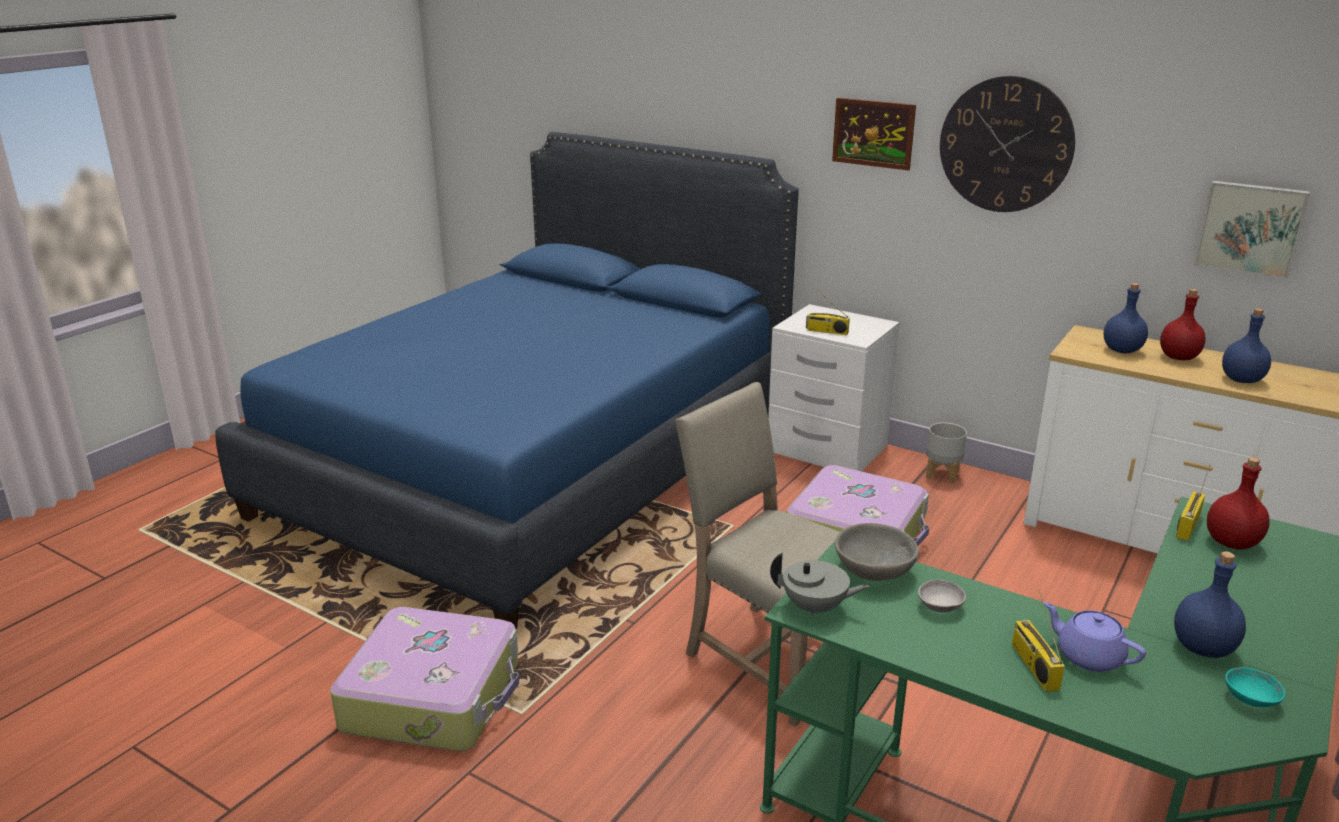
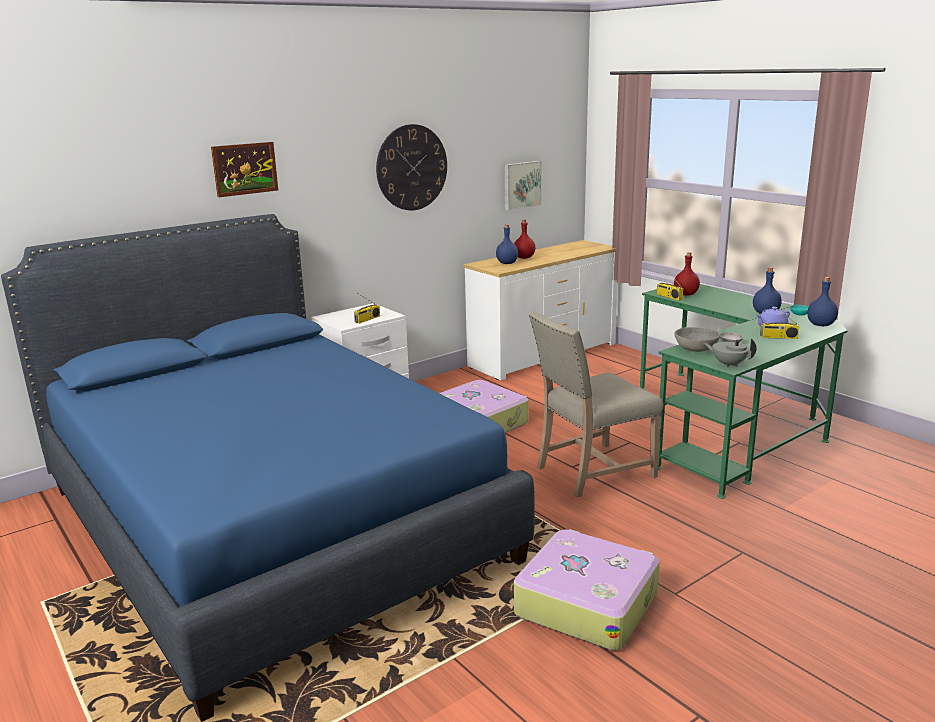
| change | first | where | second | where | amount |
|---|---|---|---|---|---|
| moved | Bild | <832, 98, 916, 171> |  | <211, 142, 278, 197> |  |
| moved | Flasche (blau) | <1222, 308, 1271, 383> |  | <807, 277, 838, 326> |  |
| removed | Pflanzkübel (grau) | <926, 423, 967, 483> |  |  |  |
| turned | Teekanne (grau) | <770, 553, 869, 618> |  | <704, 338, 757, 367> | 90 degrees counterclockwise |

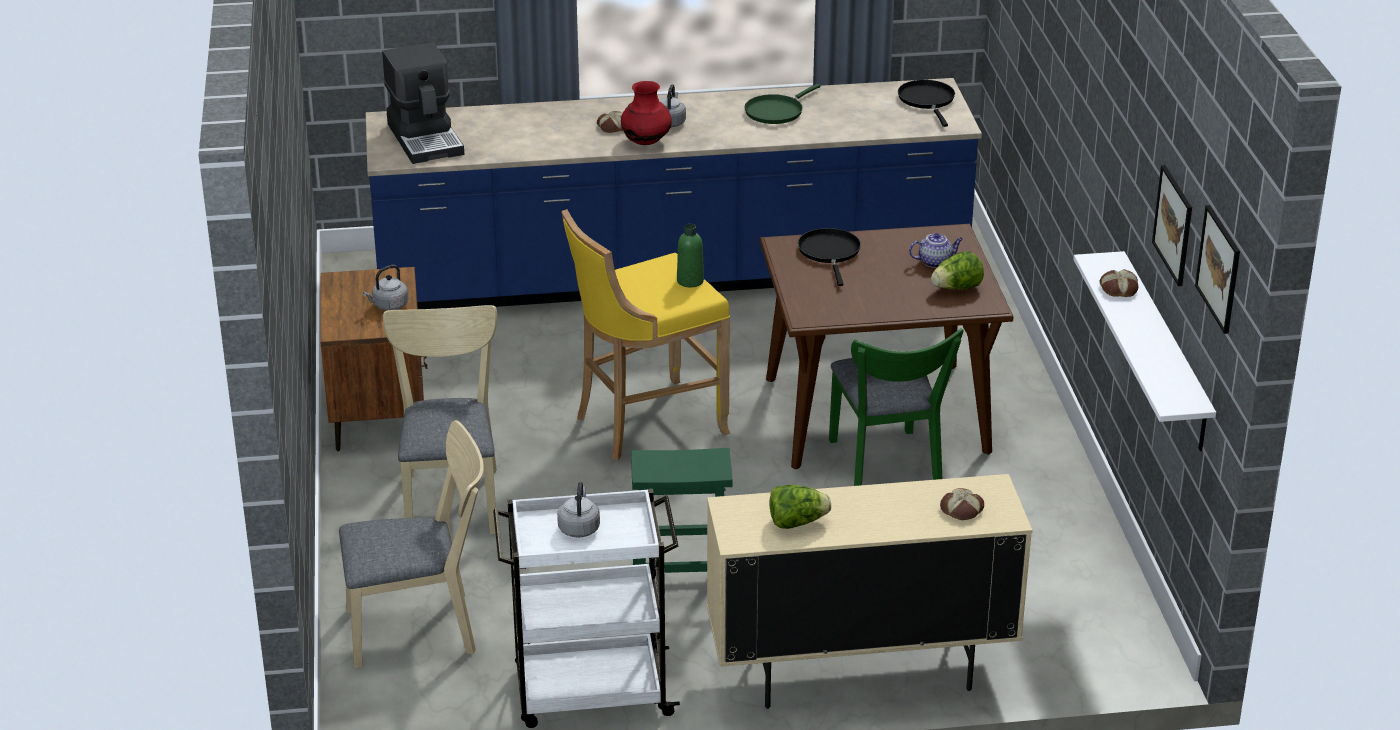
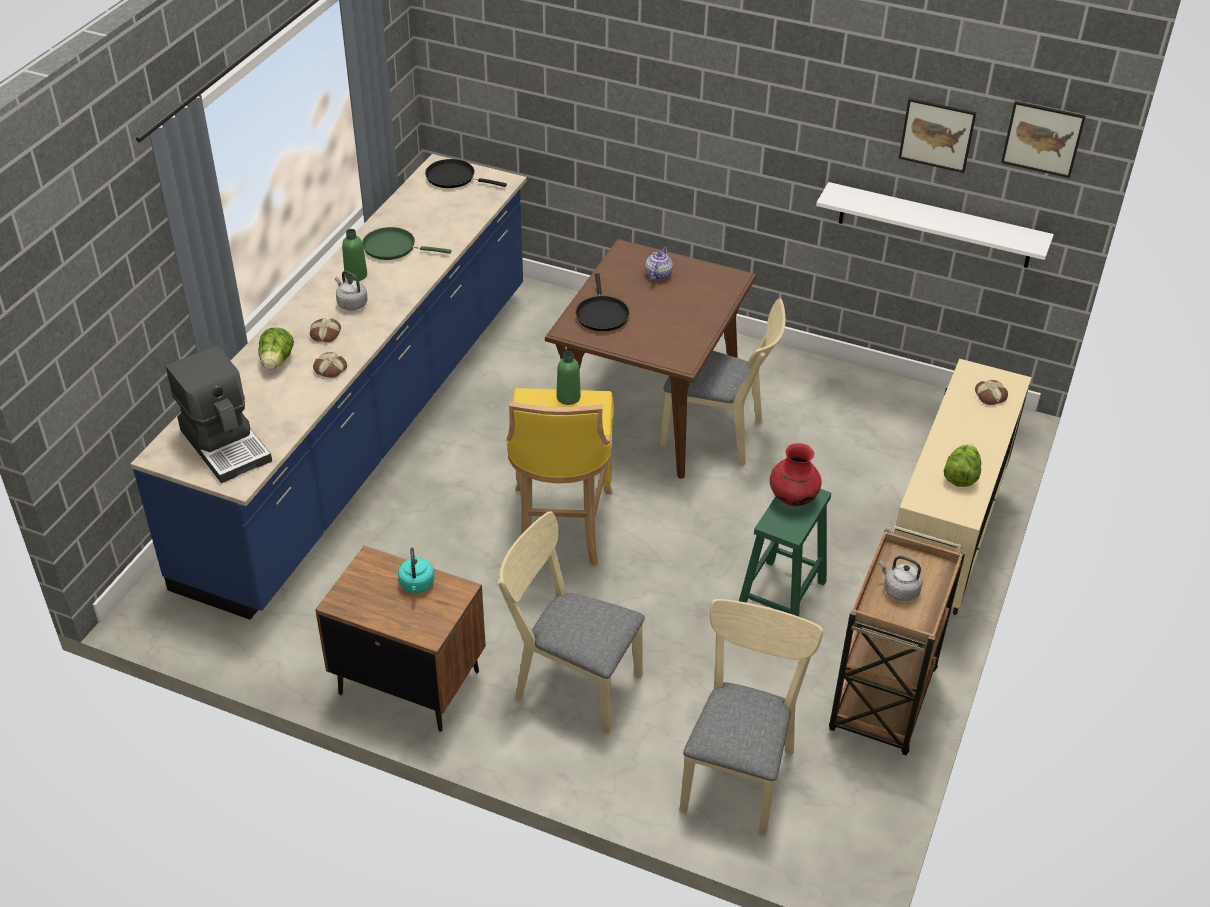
| change | first | where | second | where | amount |
|---|---|---|---|---|---|
| turned | Kaffeemaschine | <382, 42, 464, 164> |  | <166, 346, 272, 483> | 45 degrees clockwise |
| moved | Vase (rot) | <621, 81, 672, 145> |  | <770, 443, 822, 506> |  |
| turned | Pfanne (grün) | <745, 84, 821, 124> |  | <362, 227, 452, 260> | 120 degrees clockwise |
| turned | Pfanne (schwarz) | <798, 228, 861, 286> |  | <576, 273, 630, 331> | 120 degrees counterclockwise |
| moved | Salatkopf | <931, 252, 984, 289> |  | <258, 327, 294, 370> |  |
| recoloured | Wasserkessel (grau) | <363, 265, 409, 311> | Wasserkessel (türkis) | <398, 547, 434, 593> |  |
| moved | Brot | <1099, 269, 1138, 297> |  | <313, 352, 347, 378> |  |
| recoloured | Stuhl (grün) | <829, 328, 964, 486> | Stuhl (beige) | <660, 299, 786, 466> |  |
| recoloured | Rollwagen (weiß) | <493, 489, 680, 728> | Rollwagen (braun) | <829, 525, 966, 756> |  |
| added |  |  | Flasche (grün) | <342, 229, 367, 281> |  |

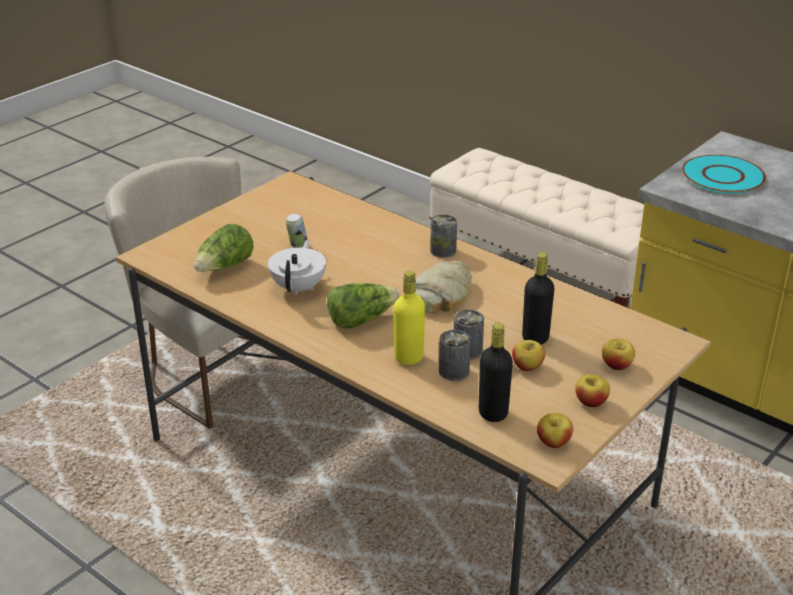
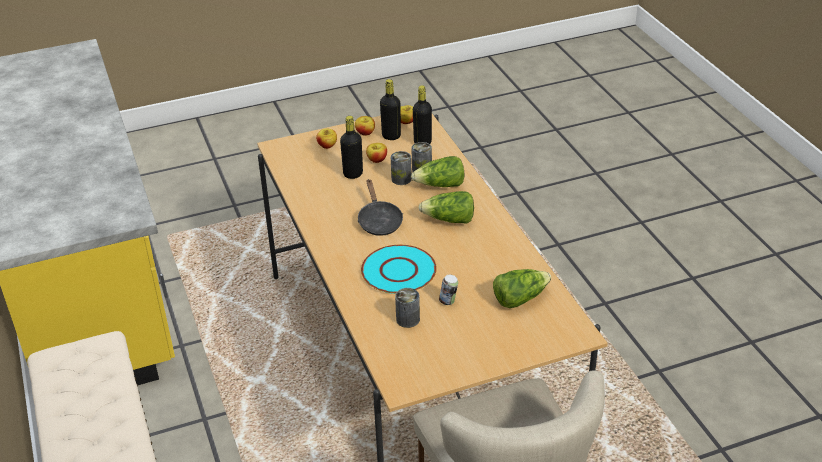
| change | first | where | second | where | amount |
|---|---|---|---|---|---|
| moved | Teller (türkis) | <682, 155, 766, 194> |  | <361, 245, 437, 294> |  |
| moved | Dose | <430, 214, 457, 258> |  | <395, 288, 420, 328> |  |
| removed | Teekanne (weiß) | <268, 240, 326, 296> |  |  |  |
| replaced | Brot | <416, 260, 472, 314> | Pfanne (schwarz) | <358, 179, 403, 236> |  |
| replaced | Flasche (gelb) | <393, 271, 425, 365> | Salatkopf | <411, 156, 464, 187> |  |
| added |  |  | Flasche (schwarz) | <380, 79, 401, 140> |  |

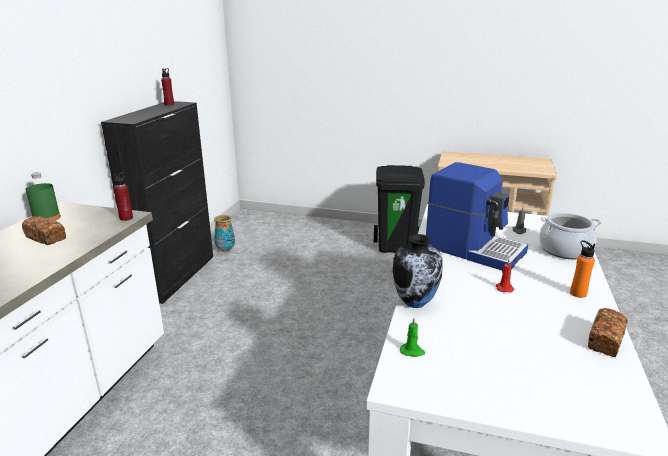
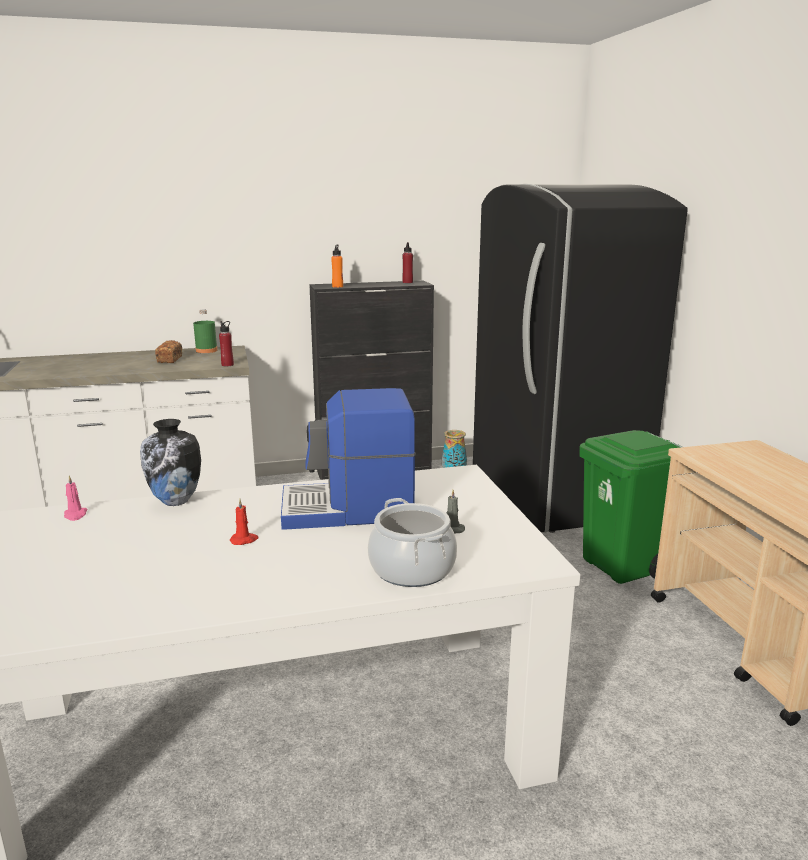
| change | first | where | second | where | amount |
|---|---|---|---|---|---|
| turned | Kaffeemaschine | <426, 162, 528, 271> |  | <281, 388, 416, 530> | 75 degrees clockwise |
| recoloured | Mülleimer (schwarz) | <374, 165, 425, 253> | Mülleimer (grün) | <579, 430, 683, 584> |  |
| moved | Flasche (orange) | <570, 240, 595, 298> |  | <331, 245, 343, 288> |  |
| removed | Brot | <588, 308, 628, 358> |  |  |  |
| recoloured | Kerze (grün) | <400, 318, 425, 357> | Kerze (rosa) | <64, 476, 87, 521> |  |
| added |  |  | Kühlschrank (schwarz) | <473, 184, 688, 533> |  |

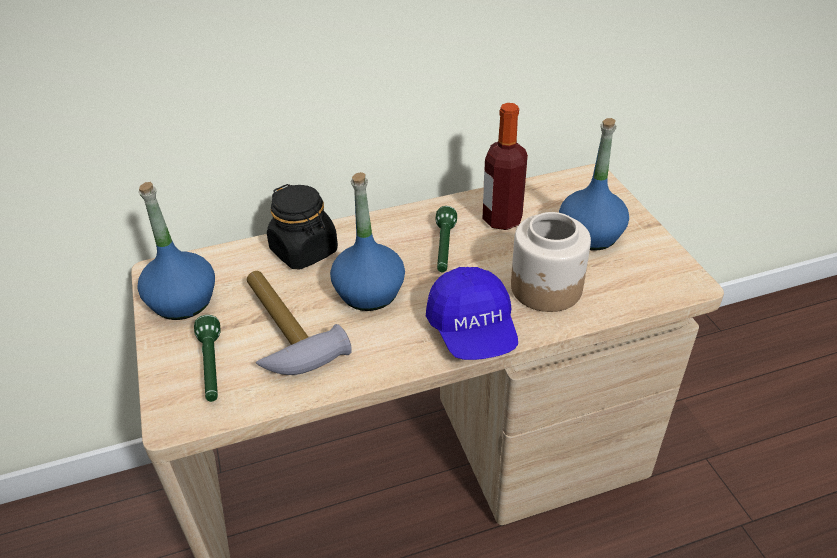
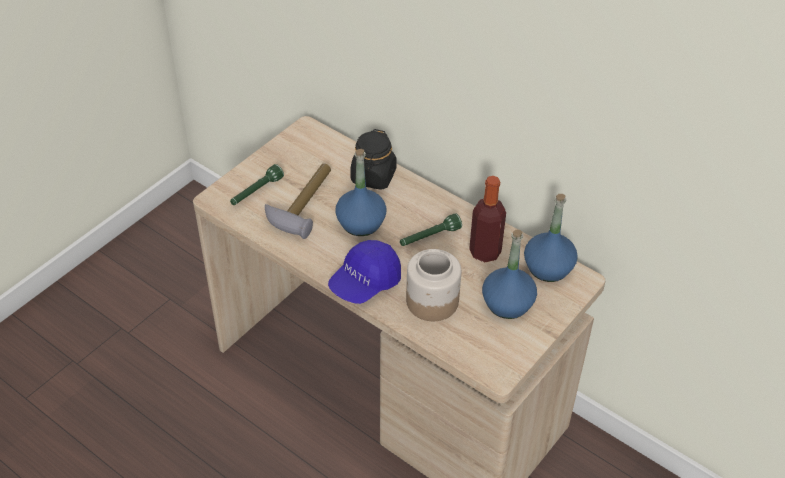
| change | first | where | second | where | amount |
|---|---|---|---|---|---|
| moved | Flasche (blau) | <137, 182, 215, 320> |  | <524, 194, 578, 282> |  |

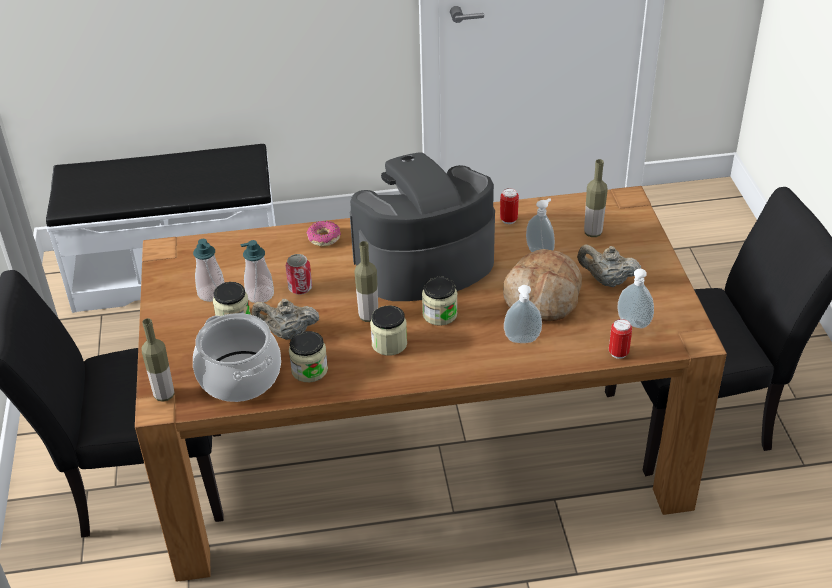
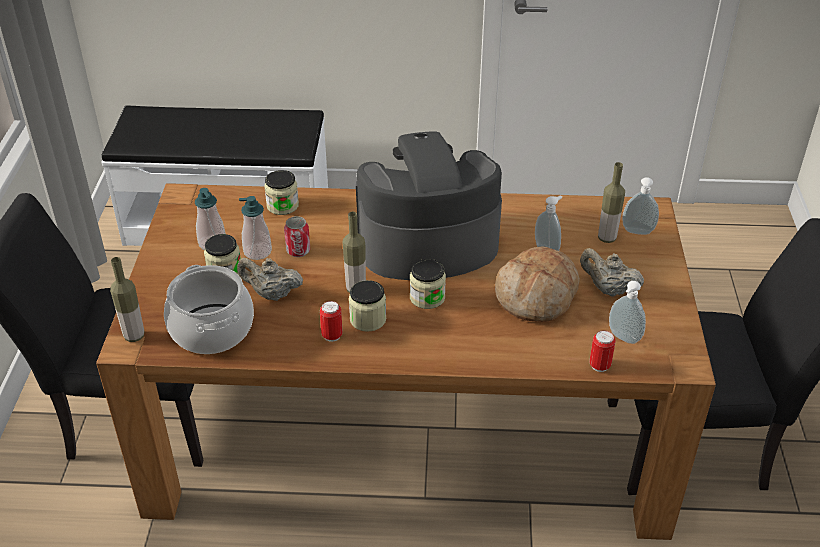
| change | first | where | second | where | amount |
|---|---|---|---|---|---|
| moved | Dose | <500, 188, 519, 224> |  | <320, 301, 343, 342> |  |
| removed | Donut | <306, 221, 341, 247> |  |  |  |
| moved | Seifenspender | <504, 285, 542, 343> |  | <622, 177, 659, 235> |  |
| moved | Vorratsglas | <289, 331, 328, 382> |  | <264, 170, 299, 215> |  |

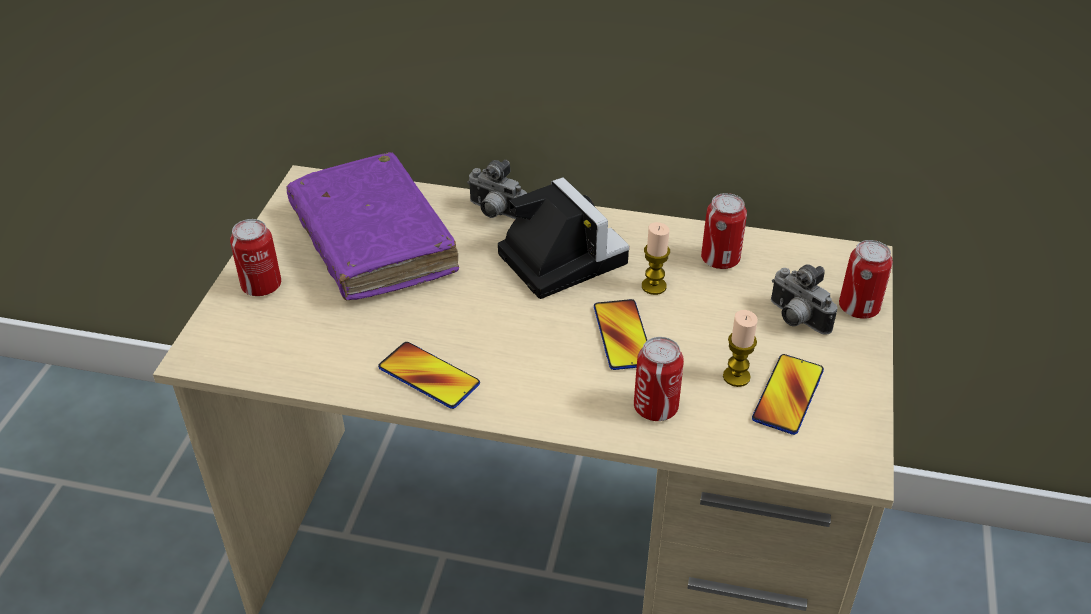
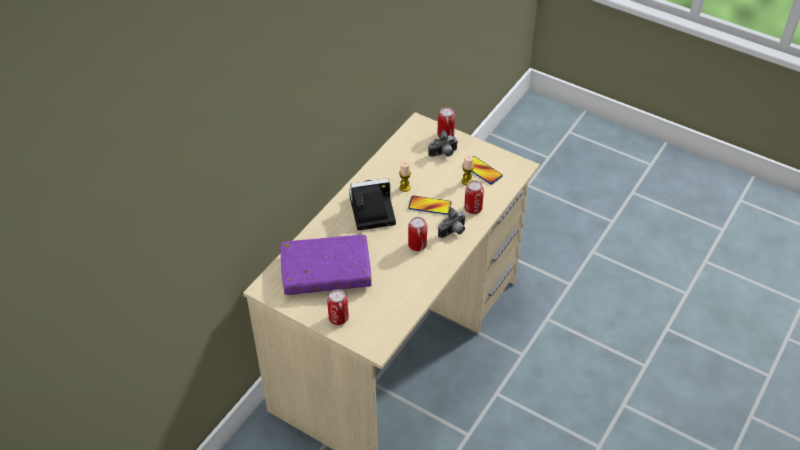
| change | first | where | second | where | amount |
|---|---|---|---|---|---|
| moved | Kamera | <467, 160, 527, 219> |  | <438, 207, 466, 238> |  |
| moved | Dose | <701, 193, 747, 269> |  | <408, 217, 427, 251> |  |
| removed | Handy | <378, 342, 480, 409> |  |  |  |

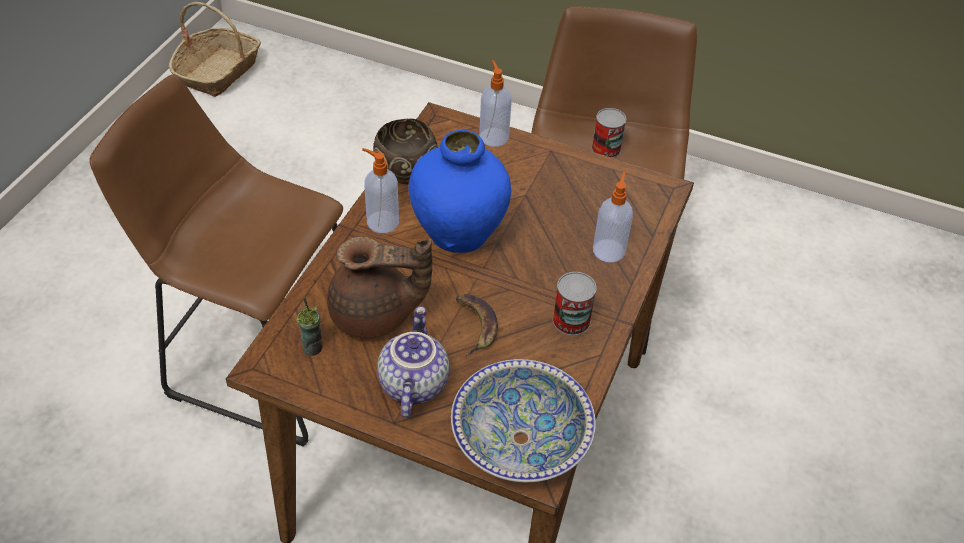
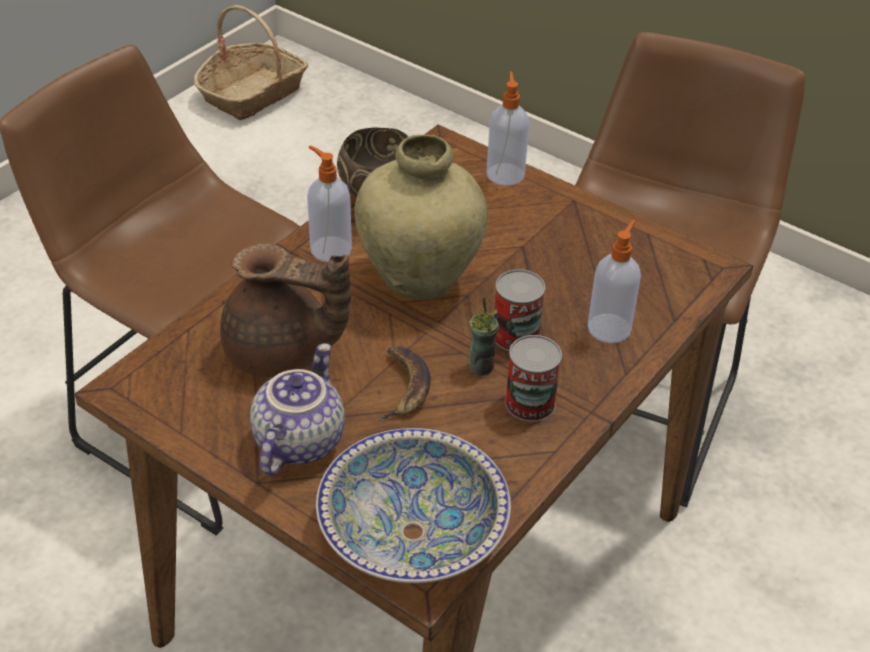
| change | first | where | second | where | amount |
|---|---|---|---|---|---|
| moved | Dose | <592, 108, 626, 158> |  | <494, 269, 545, 351> |  |
| recoloured | Vase (blau) | <408, 130, 511, 253> | Vase (beige) | <355, 134, 488, 300> |  |
| moved | Tasse | <296, 298, 323, 356> |  | <469, 297, 499, 376> |  |

